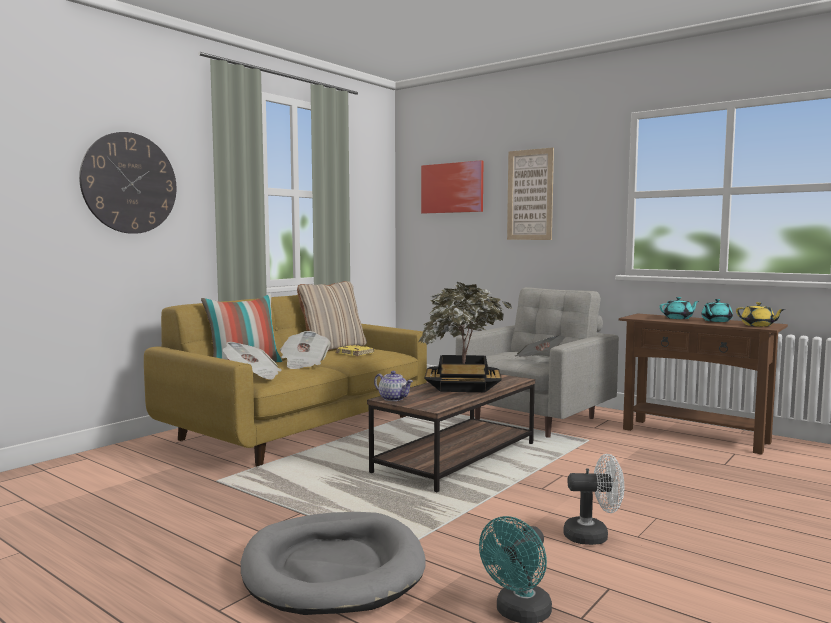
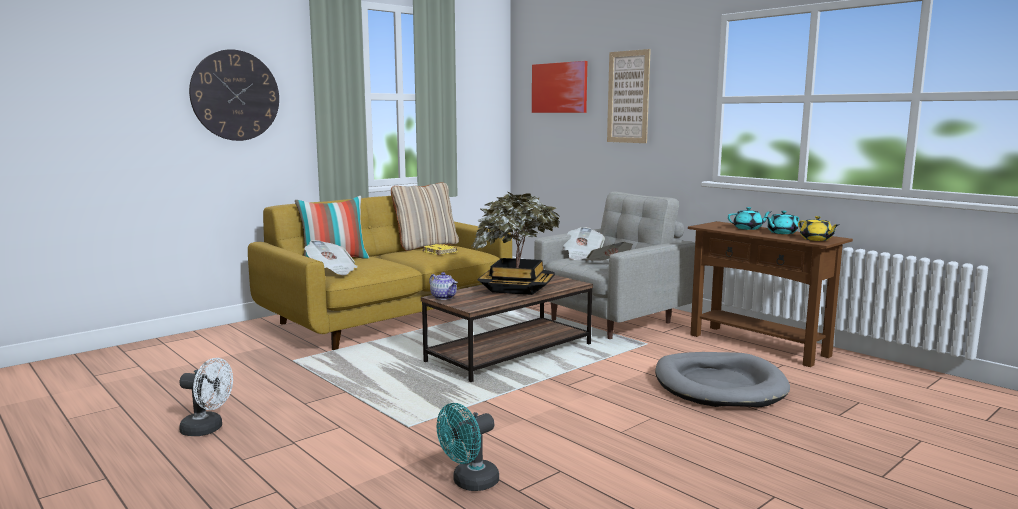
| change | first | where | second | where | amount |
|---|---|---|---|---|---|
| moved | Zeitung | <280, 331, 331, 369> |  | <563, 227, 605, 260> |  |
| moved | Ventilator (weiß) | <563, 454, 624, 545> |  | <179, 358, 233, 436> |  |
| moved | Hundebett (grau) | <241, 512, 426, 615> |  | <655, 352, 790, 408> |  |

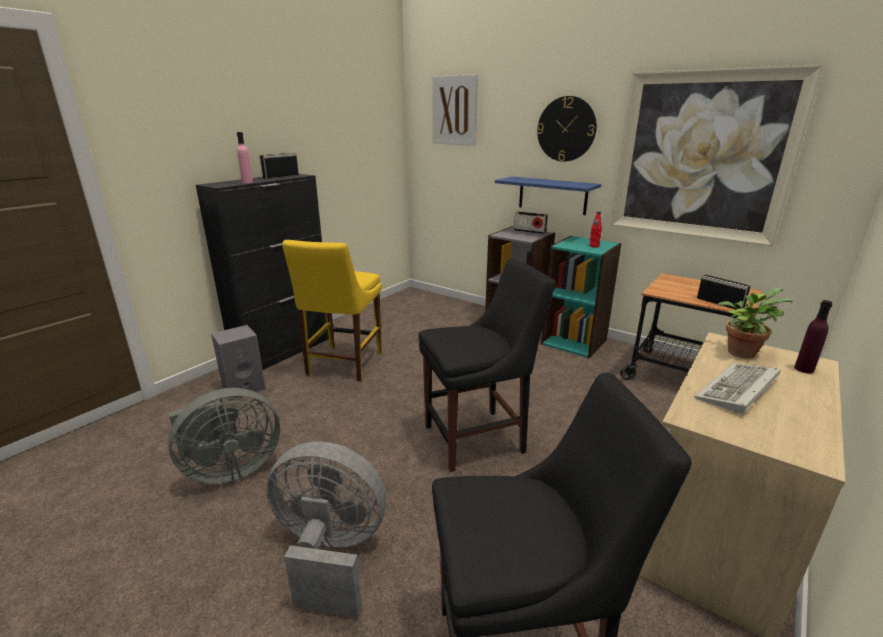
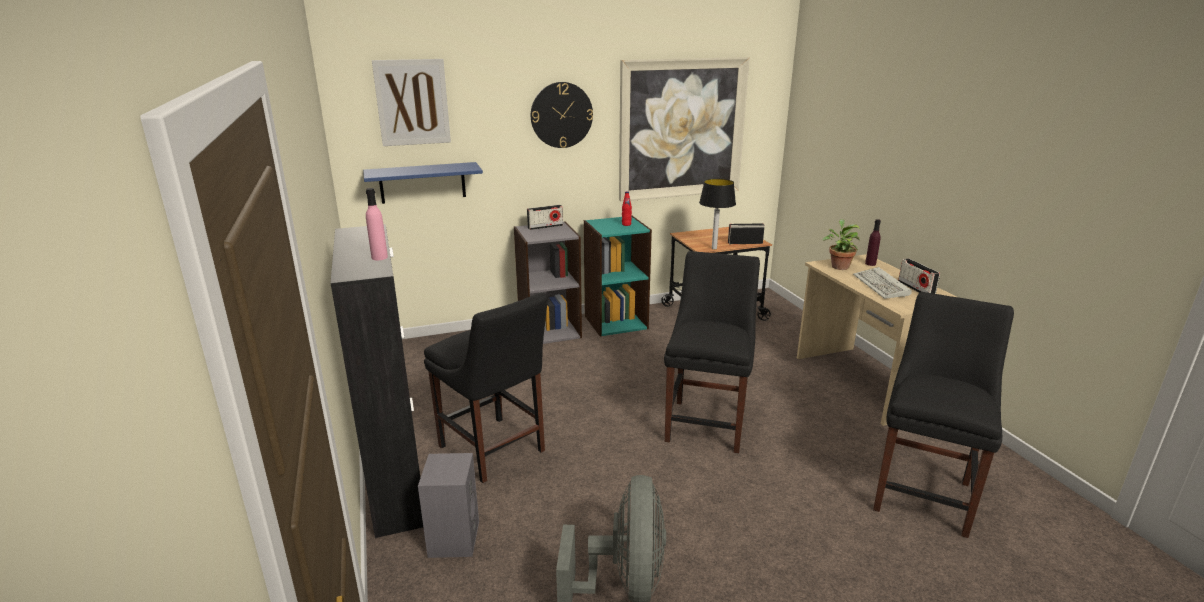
| change | first | where | second | where | amount |
|---|---|---|---|---|---|
| moved | Radio | <259, 153, 299, 179> |  | <898, 258, 940, 294> |  |
| moved | Wandregal (blau) | <495, 177, 601, 215> |  | <363, 162, 483, 204> |  |
| recoloured | Stuhl (gelb) | <282, 240, 382, 381> | Stuhl (schwarz) | <424, 292, 548, 483> |  |
| removed | Ventilator (grau) | <266, 441, 386, 618> |  |  |  |
| added |  |  | Tischlampe | <699, 179, 736, 250> |  |

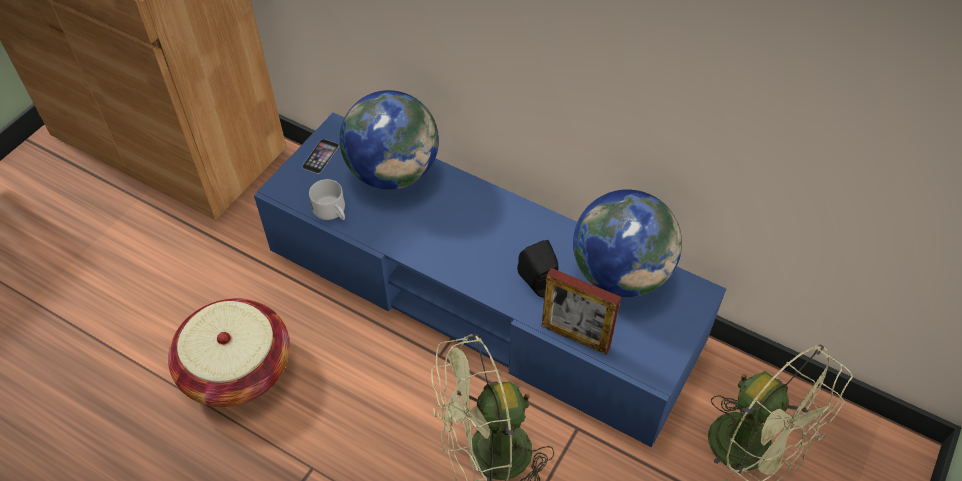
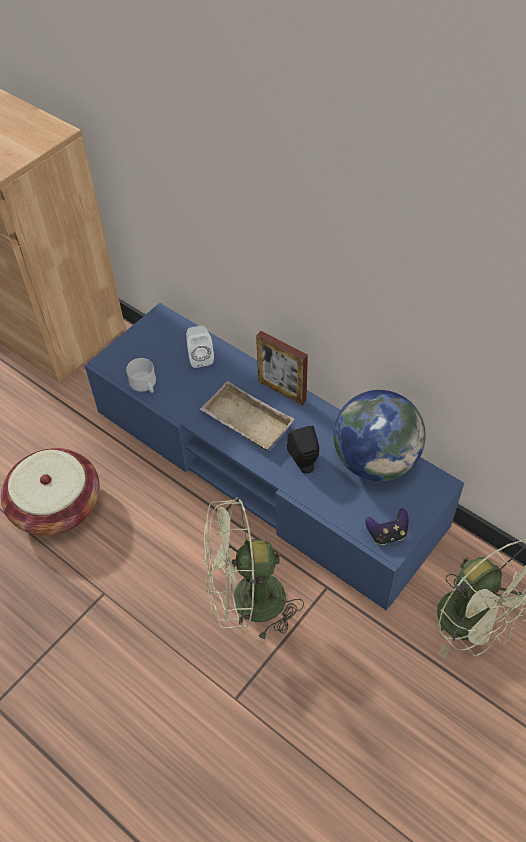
| change | first | where | second | where | amount |
|---|---|---|---|---|---|
| replaced | Globus | <340, 90, 439, 190> | Lautsprecher (weiß) | <186, 326, 214, 368> |  |
| removed | Handy | <302, 139, 339, 174> |  |  |  |
| moved | Bilderrahmen | <542, 268, 621, 355> |  | <256, 331, 308, 405> |  |
| added |  |  | Tablett (beige) | <200, 381, 294, 450> |  |
| added |  |  | Gamepad | <365, 508, 409, 545> |  |

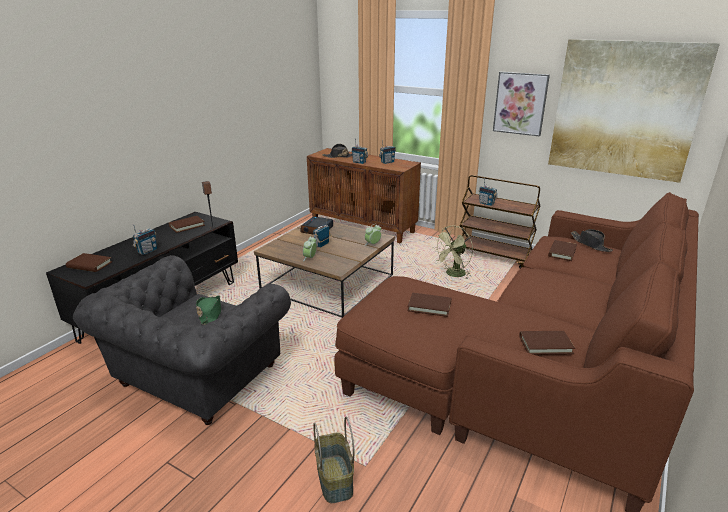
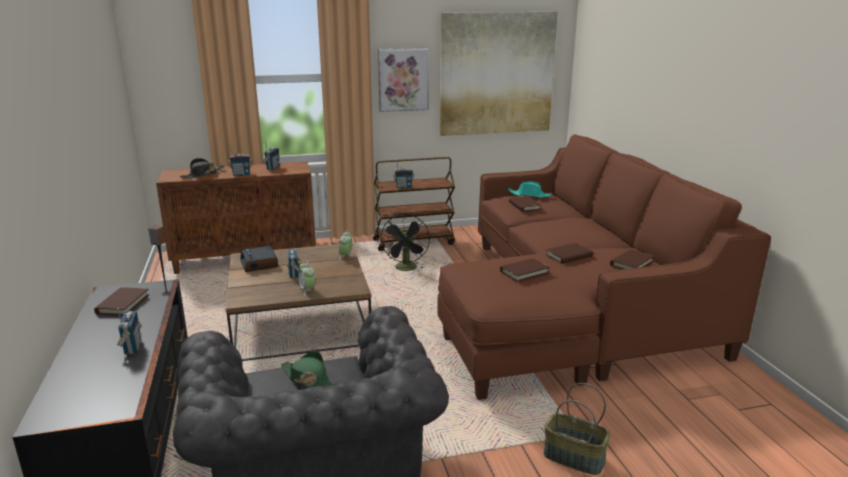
| change | first | where | second | where | amount |
|---|---|---|---|---|---|
| recoloured | Ventilator (grün) | <435, 226, 473, 279> | Ventilator (schwarz) | <381, 214, 430, 271> |  |
| recoloured | Hut (schwarz) | <571, 229, 613, 252> | Hut (türkis) | <508, 181, 552, 198> |  |
| moved | Buch (braun) | <66, 253, 112, 272> |  | <546, 243, 593, 264> |  |

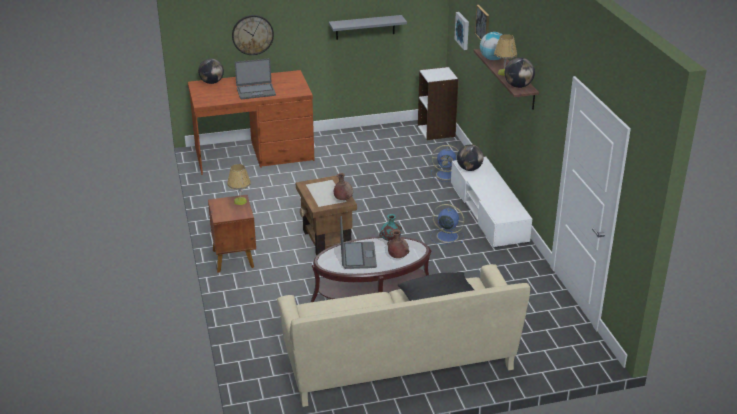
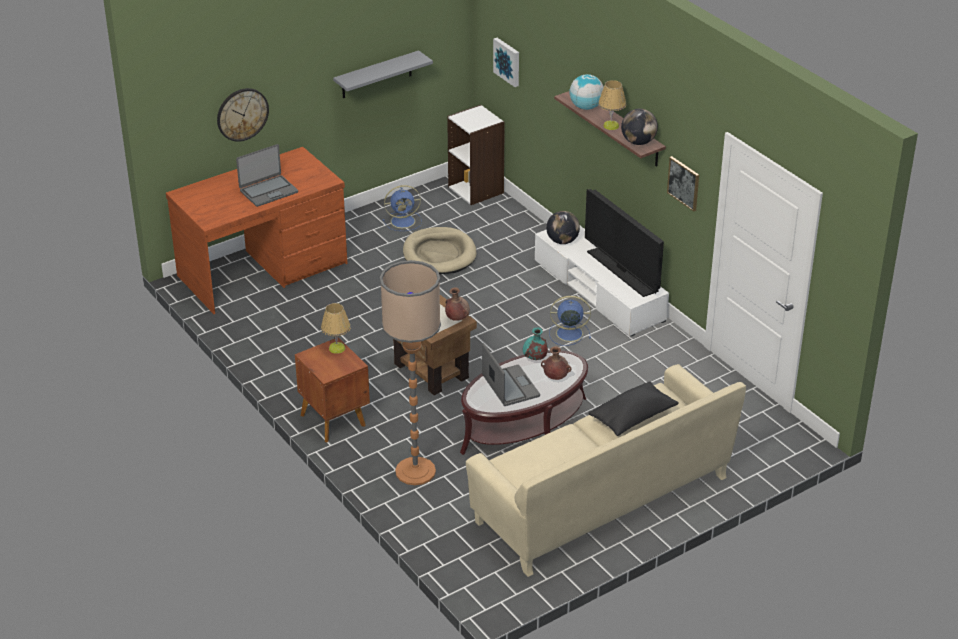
| change | first | where | second | where | amount |
|---|---|---|---|---|---|
| moved | Bild | <475, 5, 489, 40> |  | <667, 156, 699, 212> |  |
| removed | Globus | <198, 58, 224, 84> |  |  |  |
| moved | Ventilator (blau) | <431, 145, 459, 182> |  | <383, 185, 422, 231> |  |
| added |  |  | Fernseher | <585, 189, 664, 297> |  |
| added |  |  | Hundebett (beige) | <403, 227, 477, 274> |  |
| added |  |  | Stehlampe | <380, 260, 441, 485> |  |

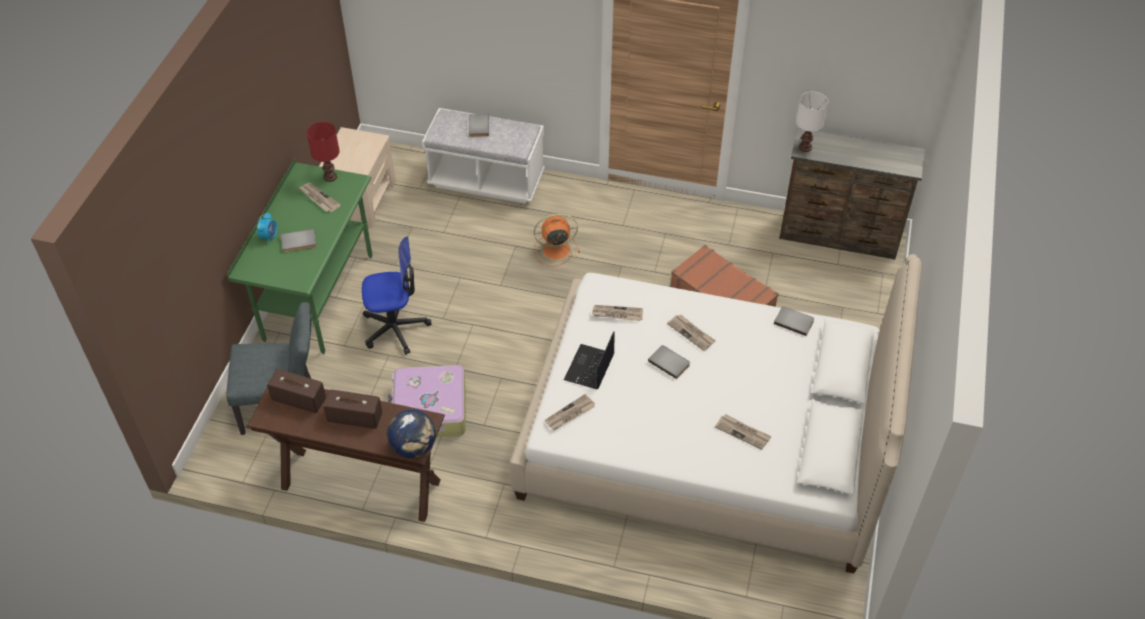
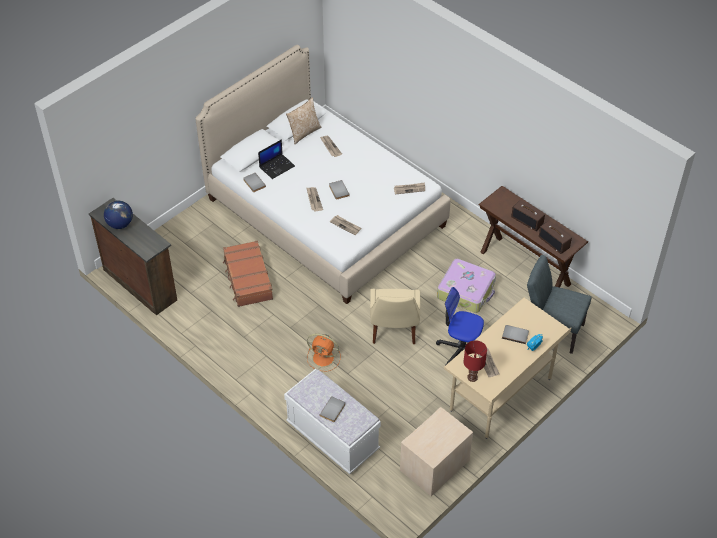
| change | first | where | second | where | amount |
|---|---|---|---|---|---|
| removed | Tischlampe (weiß) | <796, 92, 829, 152> |  |  |  |
| recoloured | Schreibtisch (grün) | <227, 158, 373, 355> | Schreibtisch (beige) | <444, 298, 572, 439> |  |
| moved | Laptop | <564, 331, 615, 389> |  | <258, 139, 295, 179> |  |
| moved | Globus | <387, 410, 436, 458> |  | <104, 200, 133, 229> |  |
| added |  |  | Kissen | <286, 98, 322, 144> |  |
| added |  |  | Stuhl (beige) | <370, 289, 420, 344> |  |

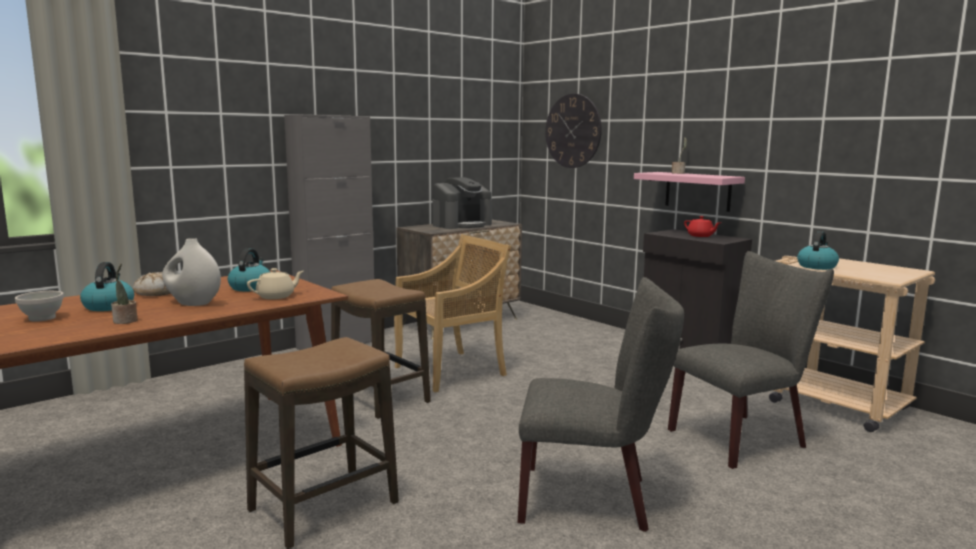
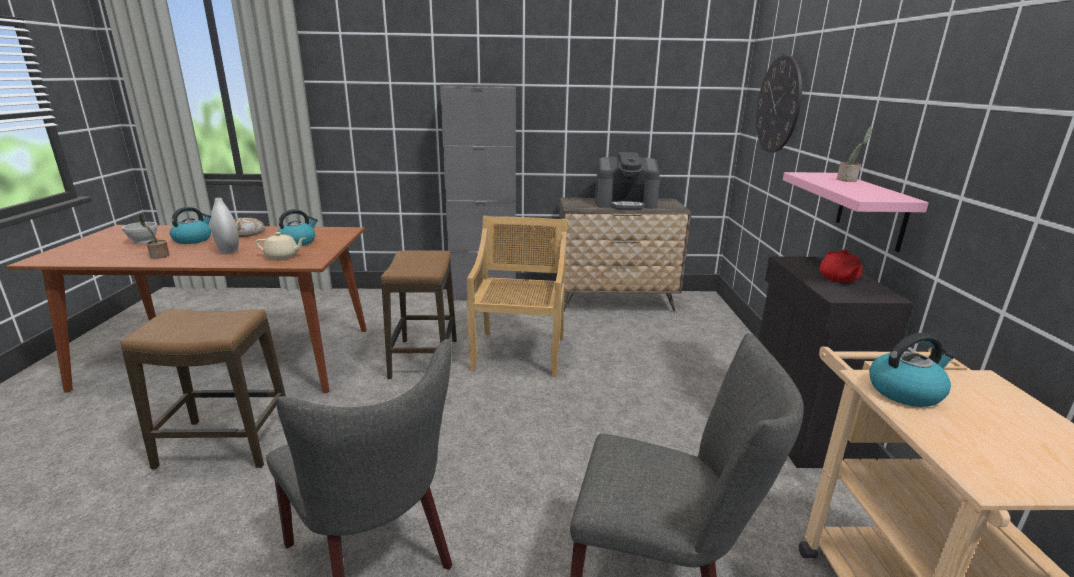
| change | first | where | second | where | amount |
|---|---|---|---|---|---|
| turned | Stuhl (beige) | <394, 234, 511, 392> |  | <467, 216, 568, 377> | 90 degrees counterclockwise |

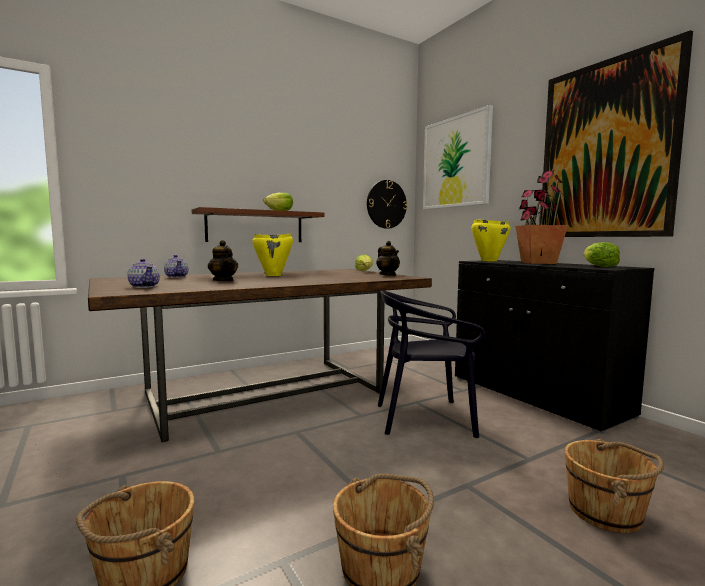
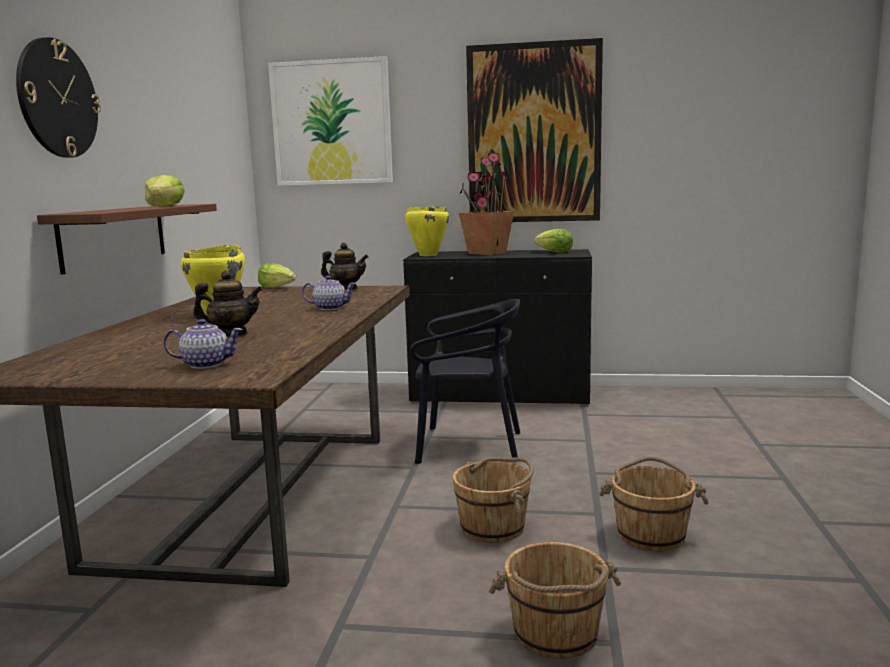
| change | first | where | second | where | amount |
|---|---|---|---|---|---|
| moved | Wanduhr | <367, 180, 407, 229> |  | <16, 37, 101, 158> |  |
| moved | Teekanne | <164, 255, 188, 278> |  | <302, 276, 356, 310> |  |
| turned | Stuhl (schwarz) | <378, 290, 485, 438> |  | <410, 299, 520, 464> | 120 degrees counterclockwise |
| moved | Eimer (braun) | <565, 439, 664, 533> |  | <452, 457, 534, 543> |  |

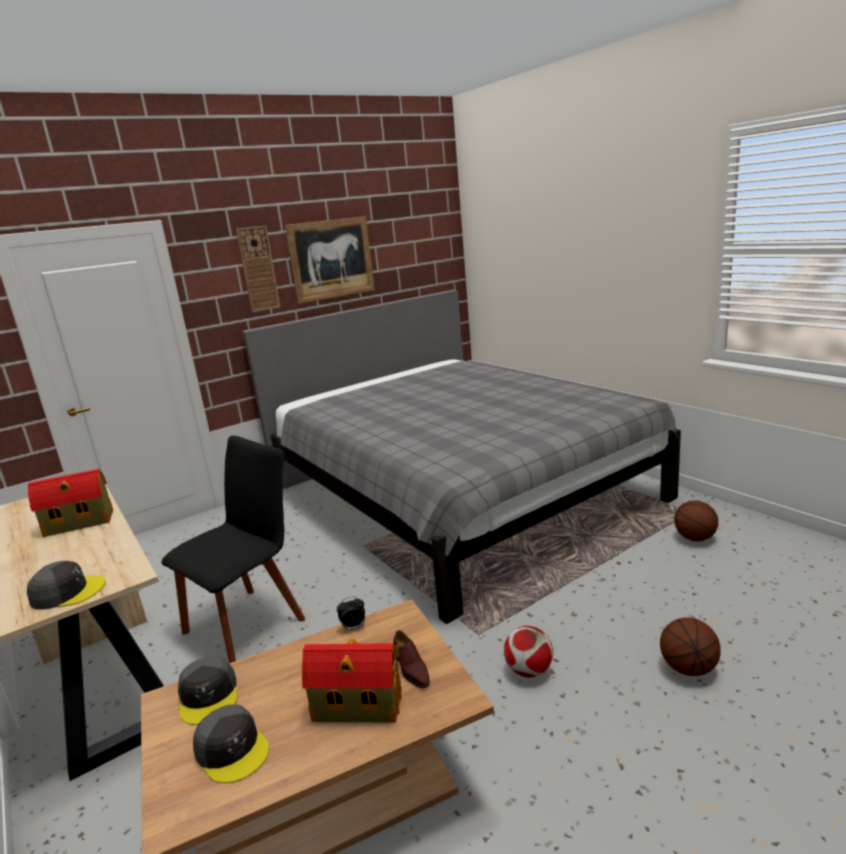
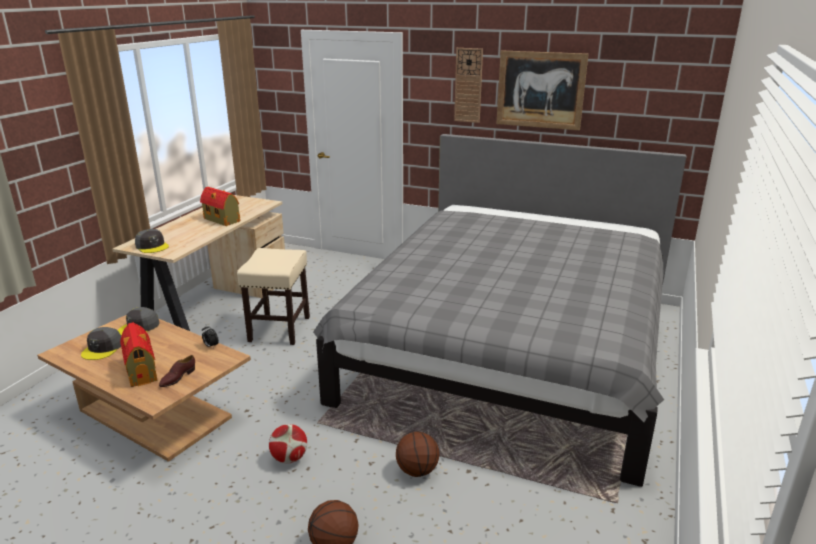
| change | first | where | second | where | amount |
|---|---|---|---|---|---|
| replaced | Stuhl (schwarz) | <161, 436, 305, 663> | Hocker (beige) | <237, 248, 310, 345> |  |
| moved | Basketball | <674, 500, 718, 541> |  | <396, 431, 439, 477> |  |

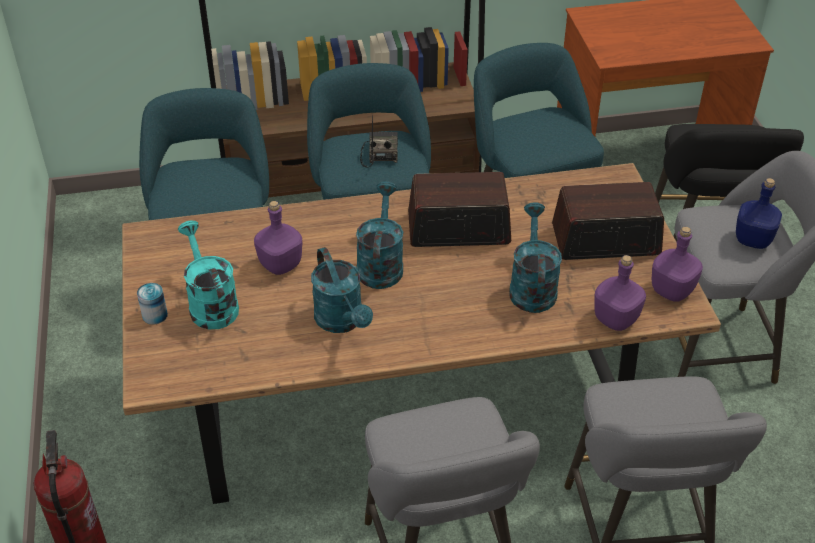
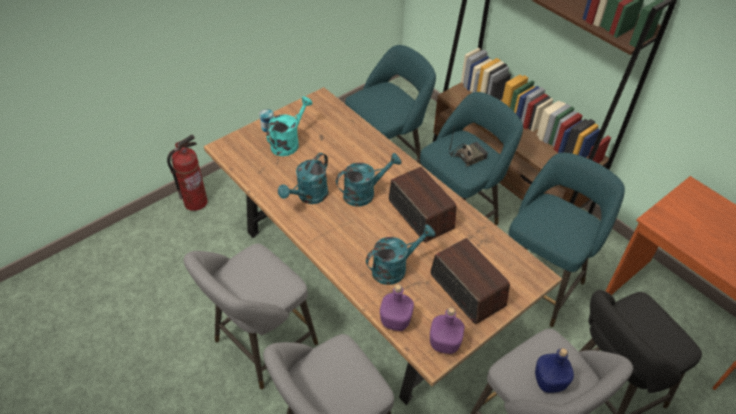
| change | first | where | second | where | amount |
|---|---|---|---|---|---|
| removed | Flasche (lila) | <254, 201, 302, 275> |  |  |  |

